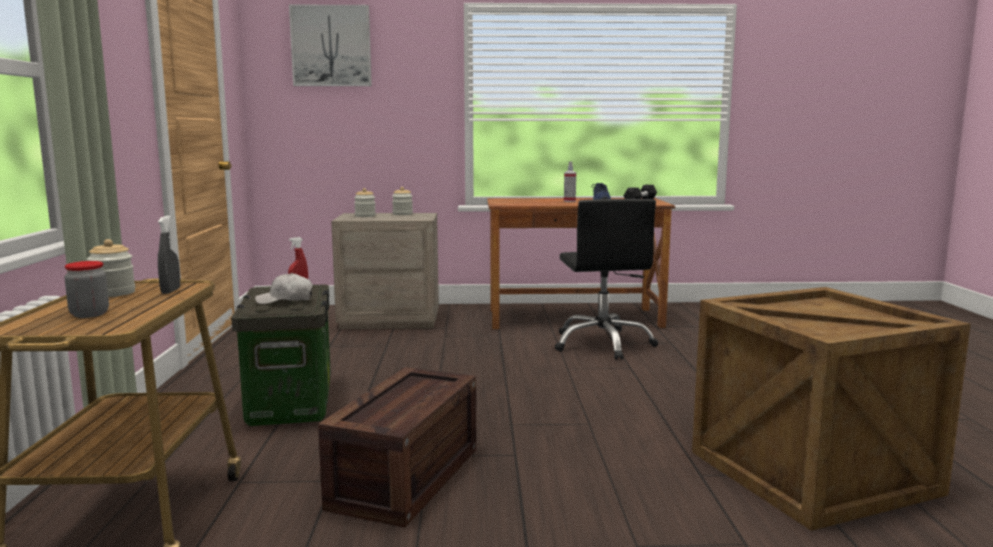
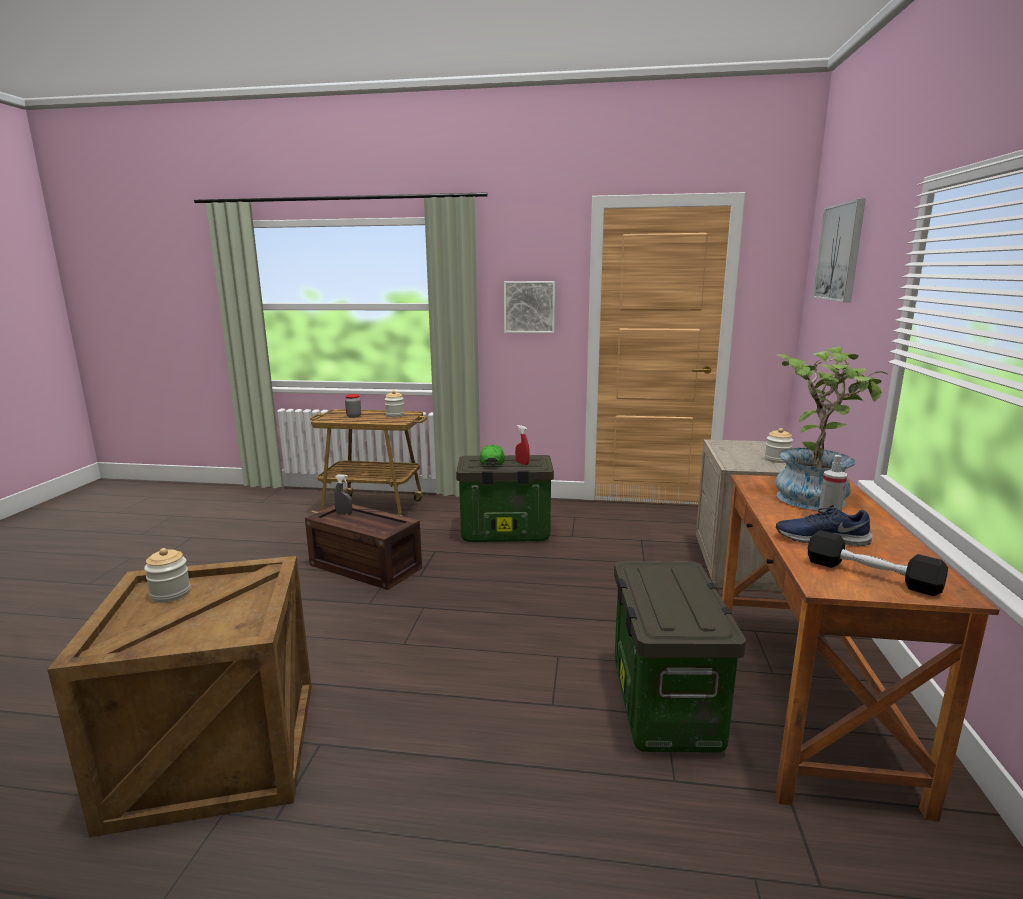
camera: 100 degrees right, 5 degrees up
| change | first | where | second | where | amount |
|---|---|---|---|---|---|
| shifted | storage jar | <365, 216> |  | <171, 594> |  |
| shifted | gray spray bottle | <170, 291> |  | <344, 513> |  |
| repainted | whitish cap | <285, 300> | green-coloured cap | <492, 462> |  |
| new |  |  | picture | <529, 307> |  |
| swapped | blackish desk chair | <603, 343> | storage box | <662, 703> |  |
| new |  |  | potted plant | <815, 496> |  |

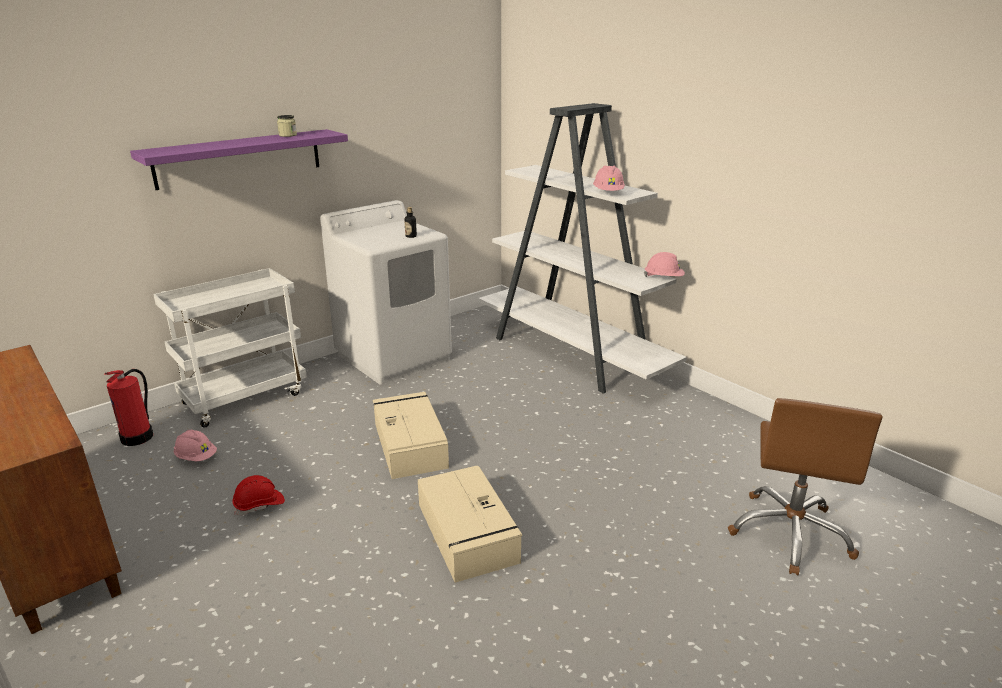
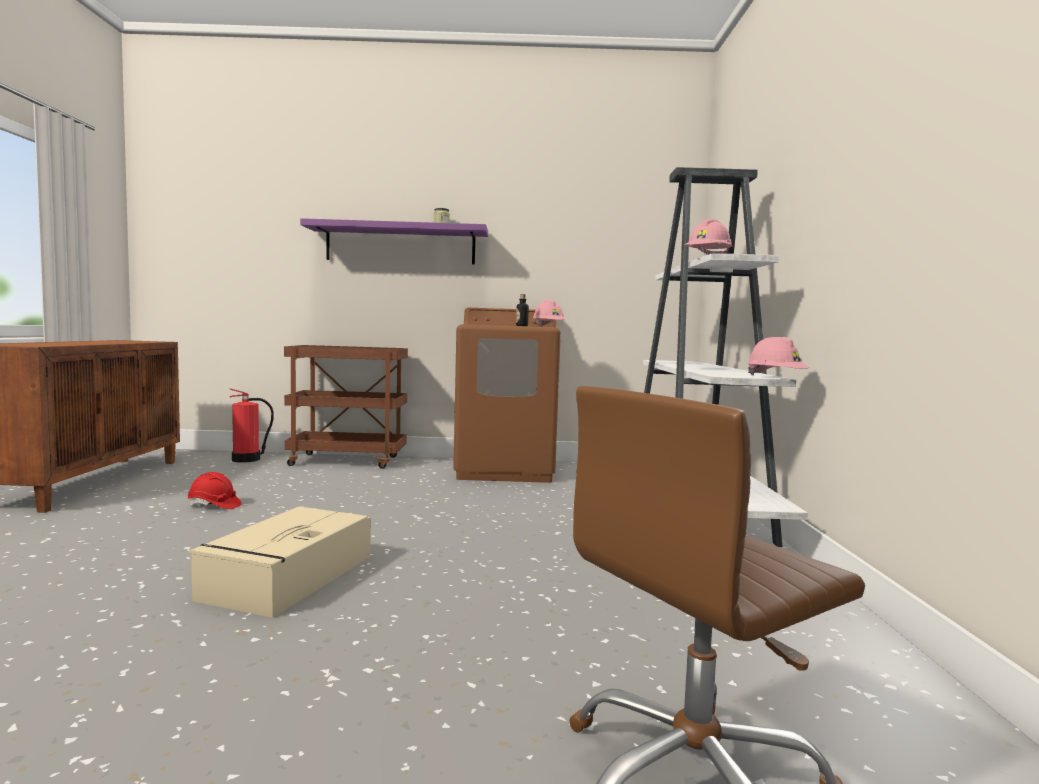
camera: 40 degrees right, 20 degrees down
| change | first | where | second | where | amount |
|---|---|---|---|---|---|
| repainted | whitish wheeled cart | <245, 397> | brown-coloured wheeled cart | <349, 461> |  |
| repainted | whitish washing machine | <394, 356> | brown-coloured washing machine | <506, 470> |  |
| shifted | pink safety helmet | <196, 457> |  | <548, 327> |  |
| gone | sand-coloured storage box | <410, 444> |  |  |  |

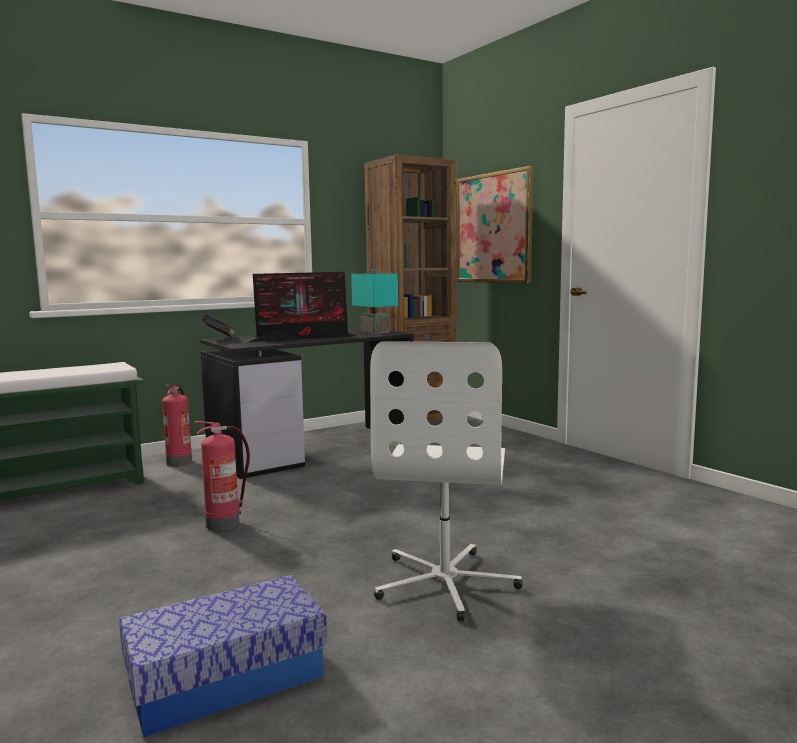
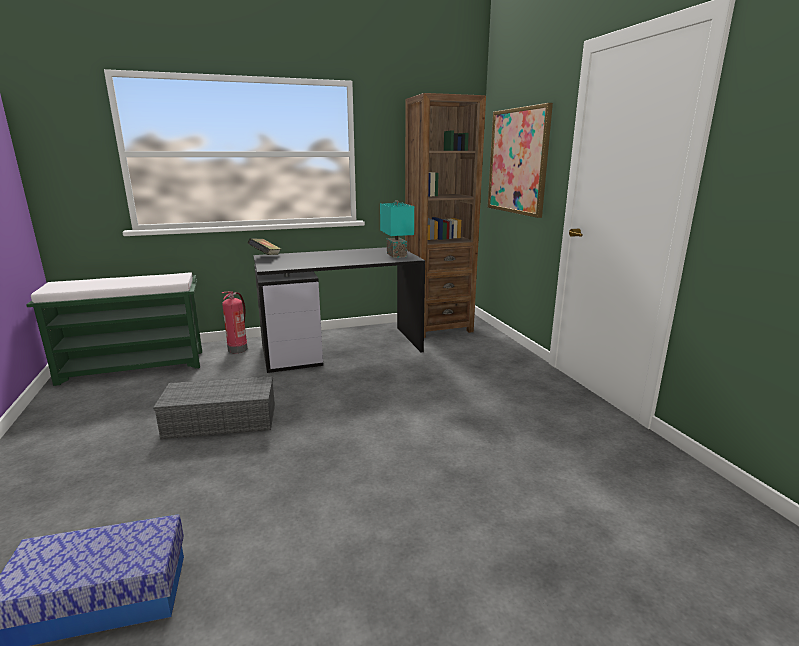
camera: 15 degrees right, 10 degrees up
| change | first | where | second | where | amount |
|---|---|---|---|---|---|
| swapped | fire-fighting cylinder | <224, 523> | gray storage box | <223, 420> |  |
| gone | computer screen | <303, 338> |  |  |  |
| gone | whitish desk chair | <446, 582> |  |  |  |

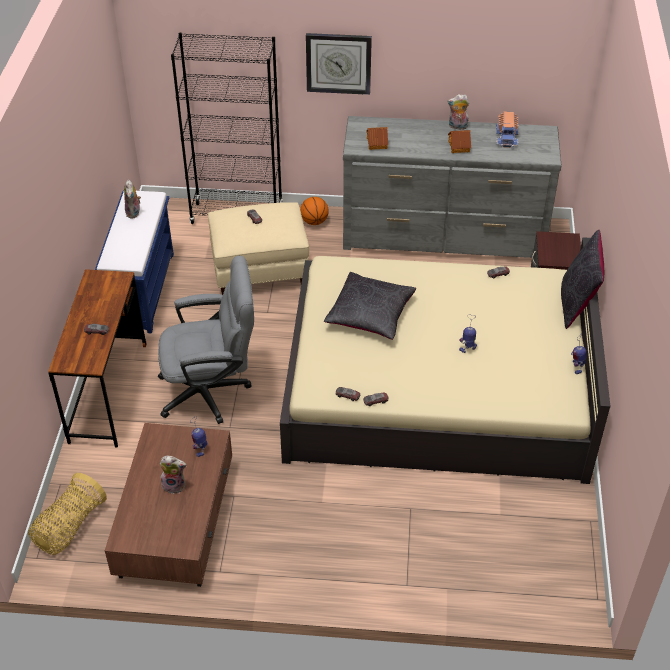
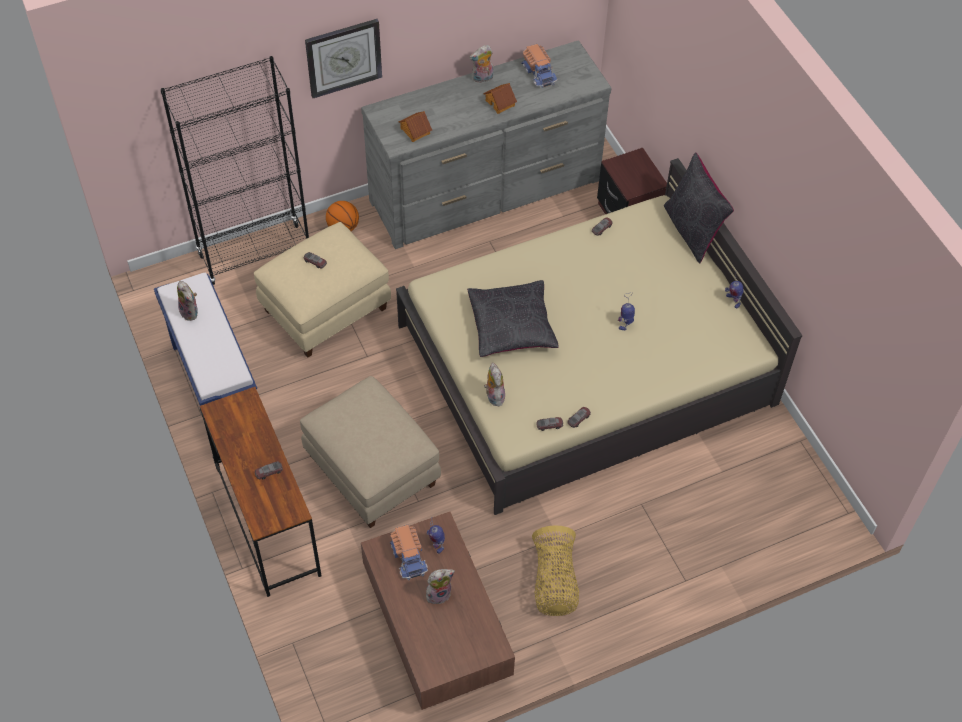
camera: 30 degrees left, 10 degrees up
| change | first | where | second | where | amount |
|---|---|---|---|---|---|
| swapped | gray desk chair | <212, 391> | sand-coloured ottoman | <373, 470> |  |
| new |  |  | toy lorry | <409, 557> |  |
| new |  |  | soft toy | <493, 396> |  |
| shifted | household basket | <69, 527> |  | <554, 582> |  |

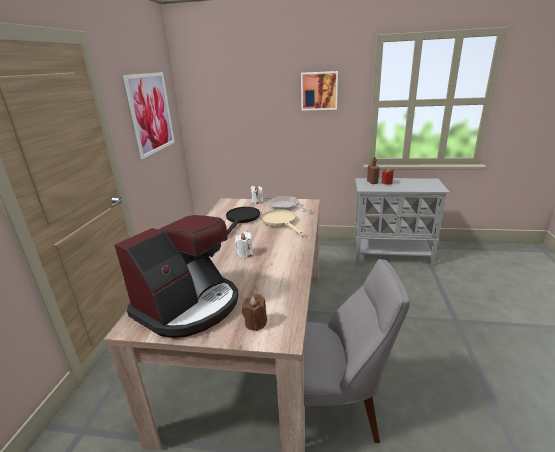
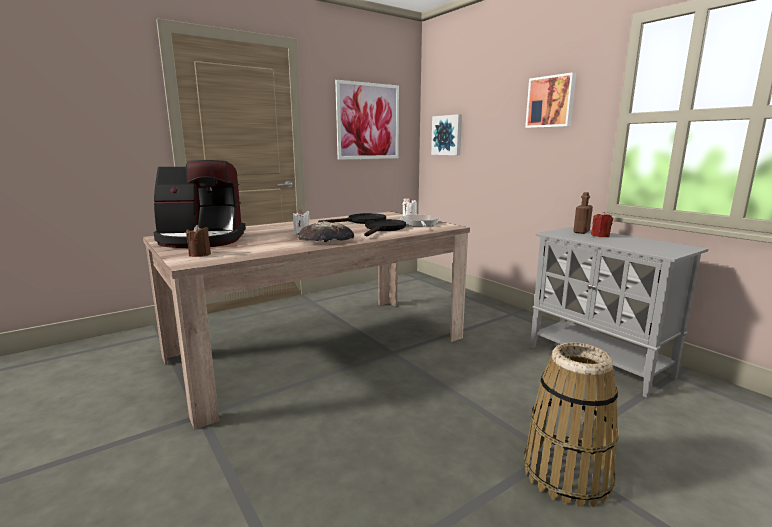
camera: 45 degrees right, 10 degrees down
| change | first | where | second | where | amount |
|---|---|---|---|---|---|
| new |  |  | bakery bread | <326, 239> |  |
| repainted | sand-coloured pan | <281, 222> | blackish pan | <383, 229> |  |
| new |  |  | picture | <447, 135> |  |
| new |  |  | household basket | <566, 474> |  |
| gone | gray plain chair | <331, 409> |  |  |  |

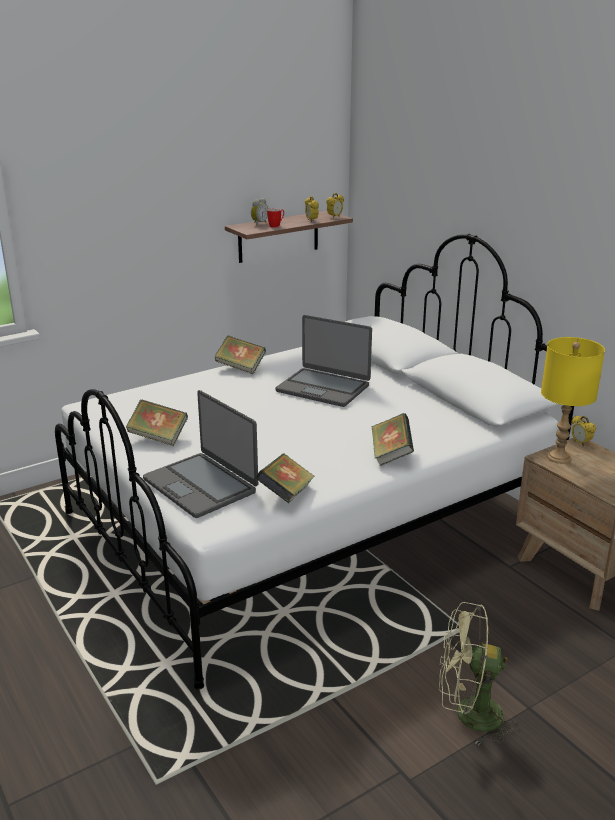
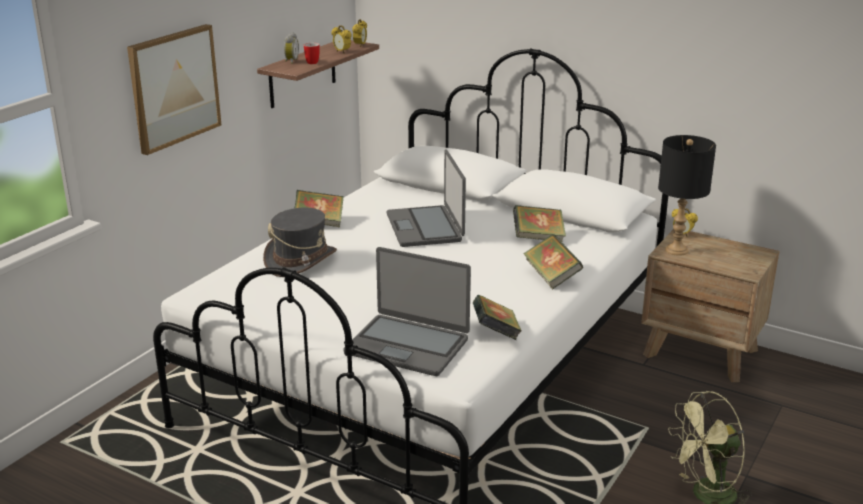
camera: 25 degrees left, 0 degrees up
| change | first | where | second | where | amount |
|---|---|---|---|---|---|
| new |  |  | picture | <174, 87> |  |
| new |  |  | gray clothing hat | <300, 261> |  |
| rotated | laptop | <323, 388> |  | <425, 227> | 75 degrees clockwise |
| shifted | book | <158, 437> |  | <538, 238> |  |
| repainted | yellow-coloured table lamp | <559, 458> | blackish table lamp | <677, 250> |  |

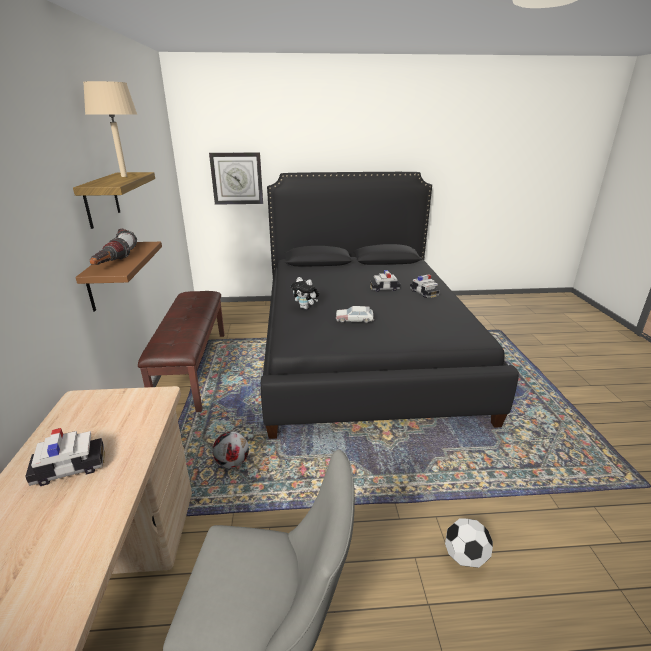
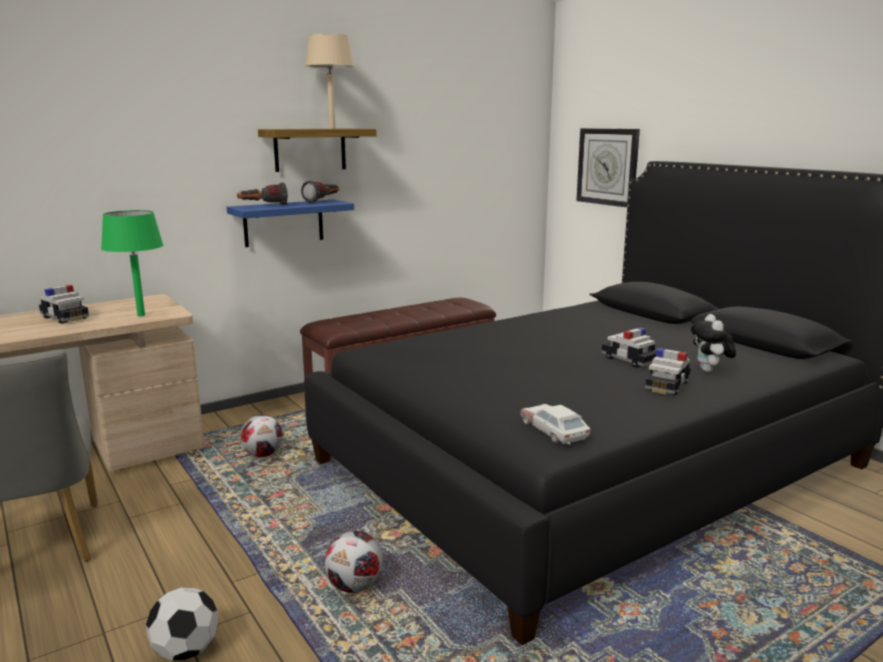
camera: 60 degrees right, 10 degrees down
| change | first | where | second | where | amount |
|---|---|---|---|---|---|
| new |  |  | green-coloured table lamp | <141, 315> |  |
| repainted | brown-coloured bracket shelf | <105, 276> | blue bracket shelf | <283, 223> |  |
| new |  |  | football | <355, 586> |  |
| shifted | model car | <354, 319> |  | <554, 431> |  |
| shifted | soft toy | <306, 308> |  | <710, 371> |  |

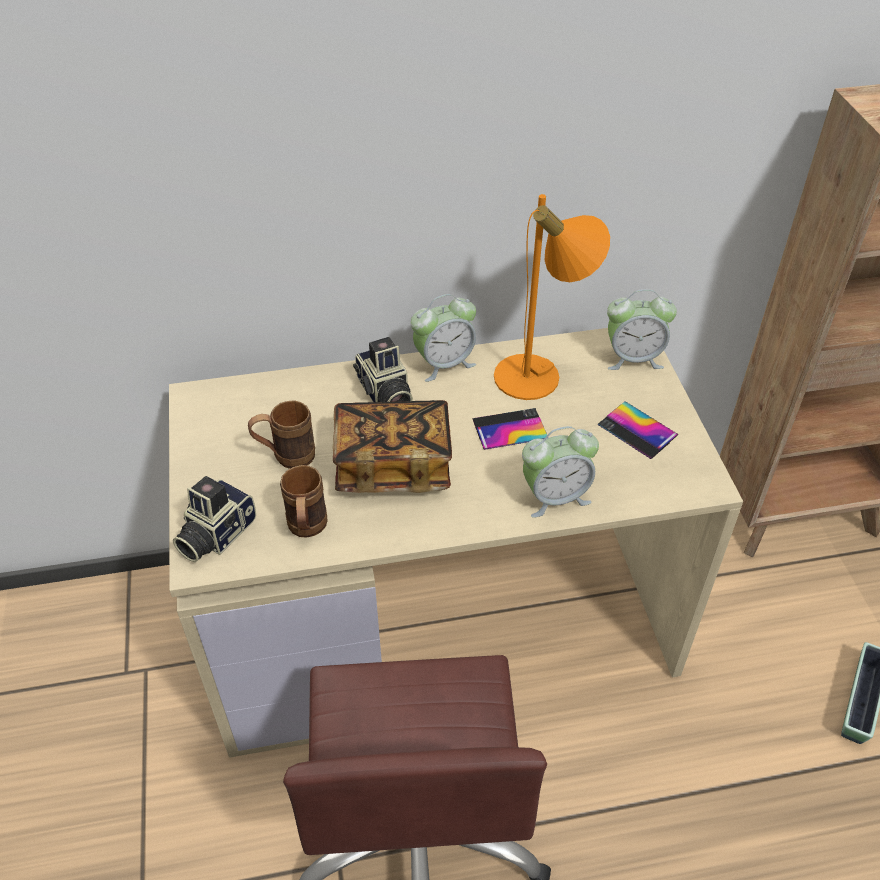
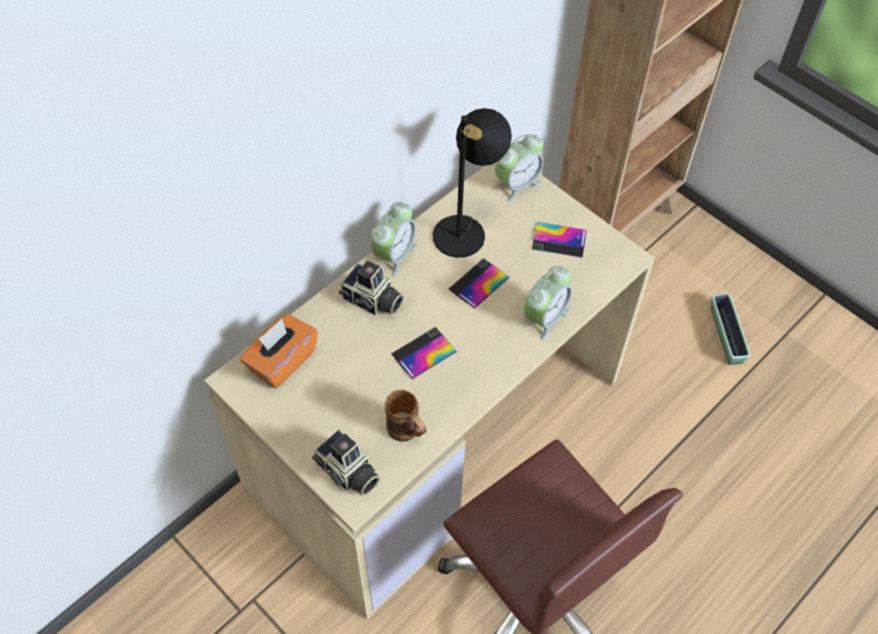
camera: 35 degrees left, 10 degrees up
| change | first | where | second | where | amount |
|---|---|---|---|---|---|
| new |  |  | orangey tissue box | <282, 361> |  |
| rotated | photo camera | <215, 534> |  | <347, 473> | 45 degrees counterclockwise |
| swapped | book | <393, 464> | handset | <424, 353> |  |
| repainted | orangey table lamp | <539, 375> | blackish table lamp | <466, 230> |  |
| gone | brown-coloured mug | <285, 457> |  |  |  |

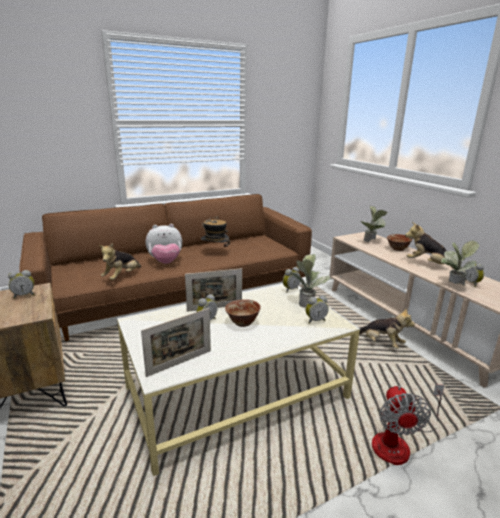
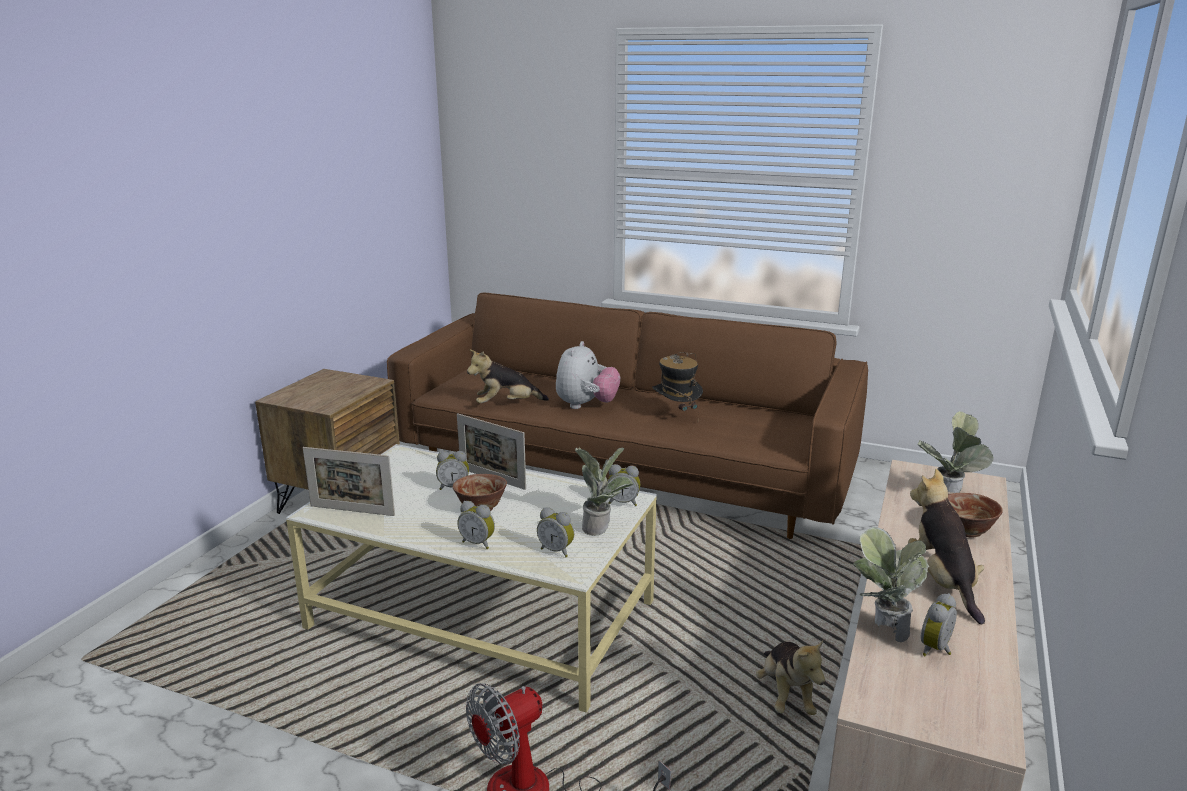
camera: 50 degrees right, 0 degrees up
| change | first | where | second | where | amount |
|---|---|---|---|---|---|
| shifted | bedside clock | <24, 295> |  | <478, 543> |  |
| rotated | soft toy | <165, 262> |  | <586, 405> | 105 degrees counterclockwise |

